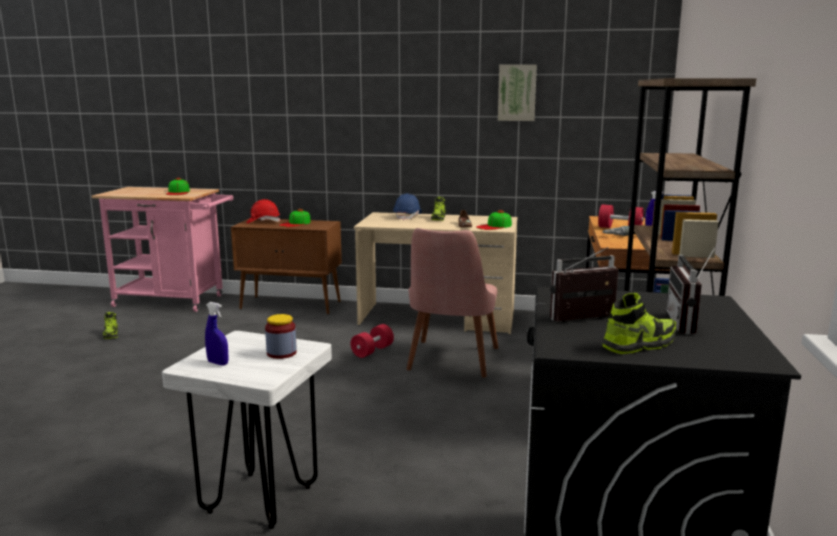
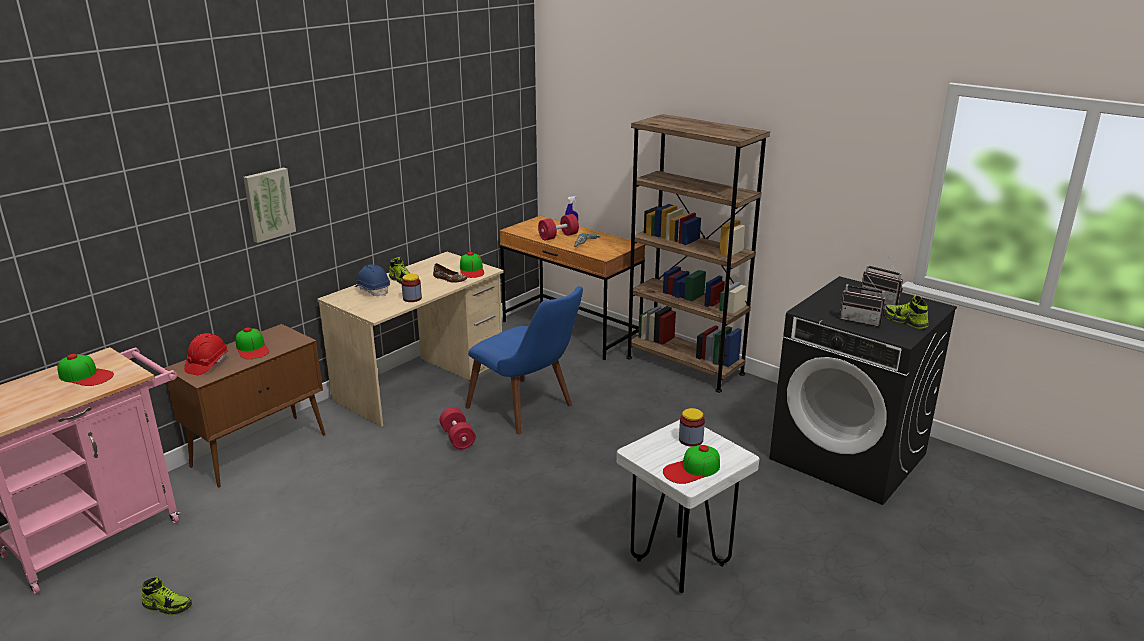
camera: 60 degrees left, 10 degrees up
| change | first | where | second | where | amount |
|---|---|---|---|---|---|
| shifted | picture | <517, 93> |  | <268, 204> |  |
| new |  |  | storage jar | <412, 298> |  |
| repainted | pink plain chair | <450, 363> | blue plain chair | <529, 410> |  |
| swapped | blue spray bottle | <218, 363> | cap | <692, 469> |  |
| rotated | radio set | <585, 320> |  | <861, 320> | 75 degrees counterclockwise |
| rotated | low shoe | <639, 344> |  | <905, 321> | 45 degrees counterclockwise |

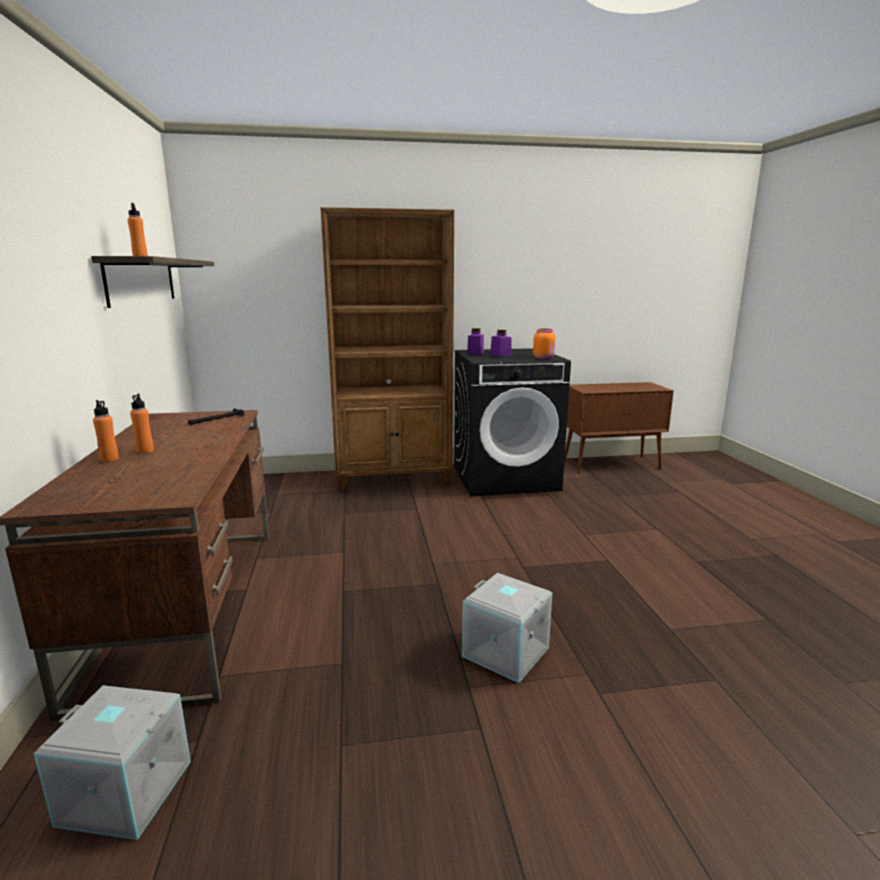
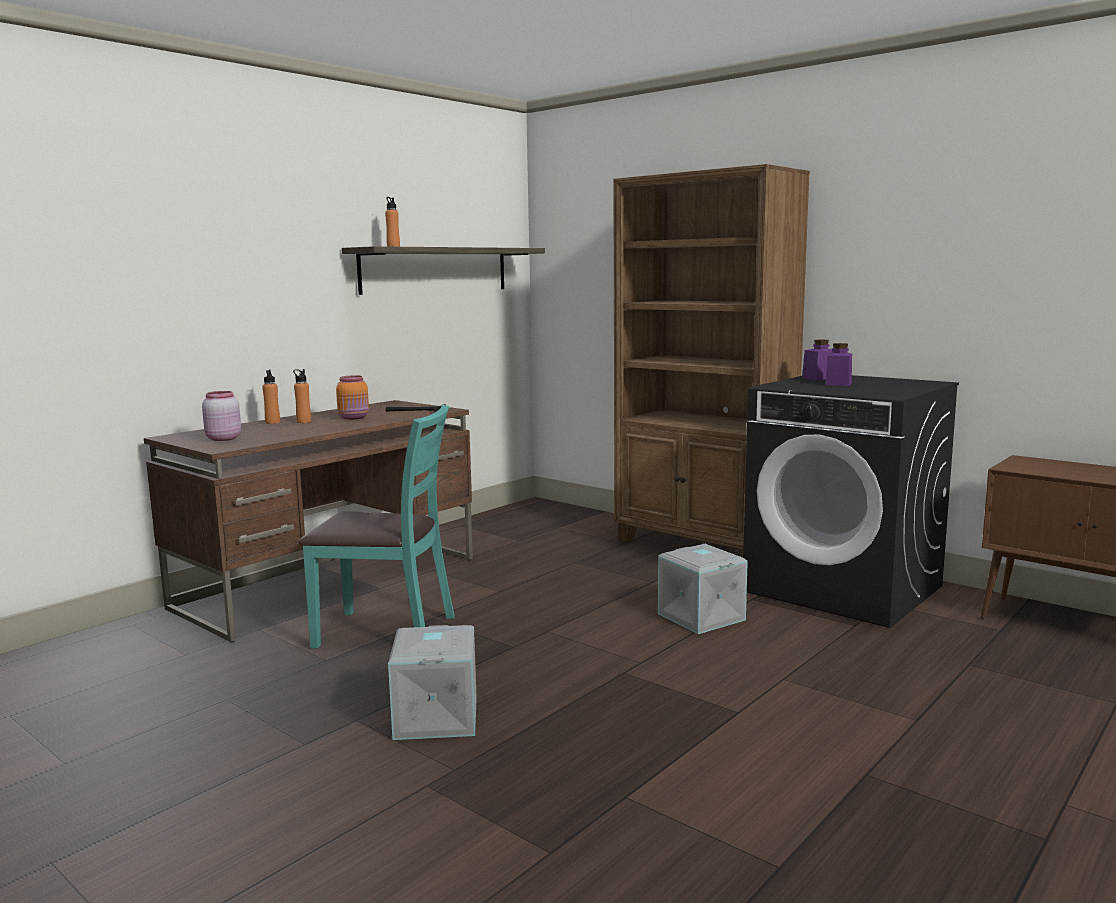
camera: 50 degrees right, 5 degrees down
| change | first | where | second | where | amount |
|---|---|---|---|---|---|
| new |  |  | pink storage jar | <222, 439> |  |
| new |  |  | blue-green plain chair | <387, 632> |  |
| shifted | orangey storage jar | <544, 358> |  | <354, 418> |  |
| shifted | gray storage box | <123, 794> |  | <699, 617> |  |

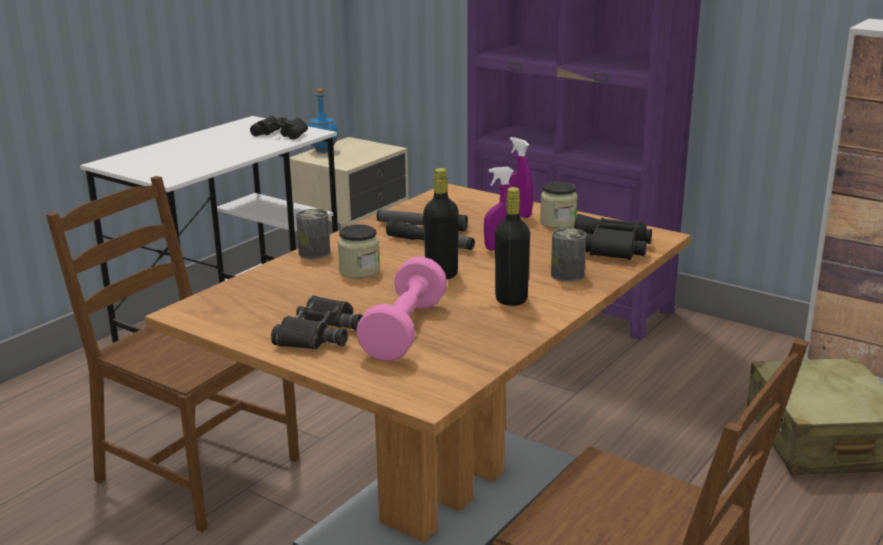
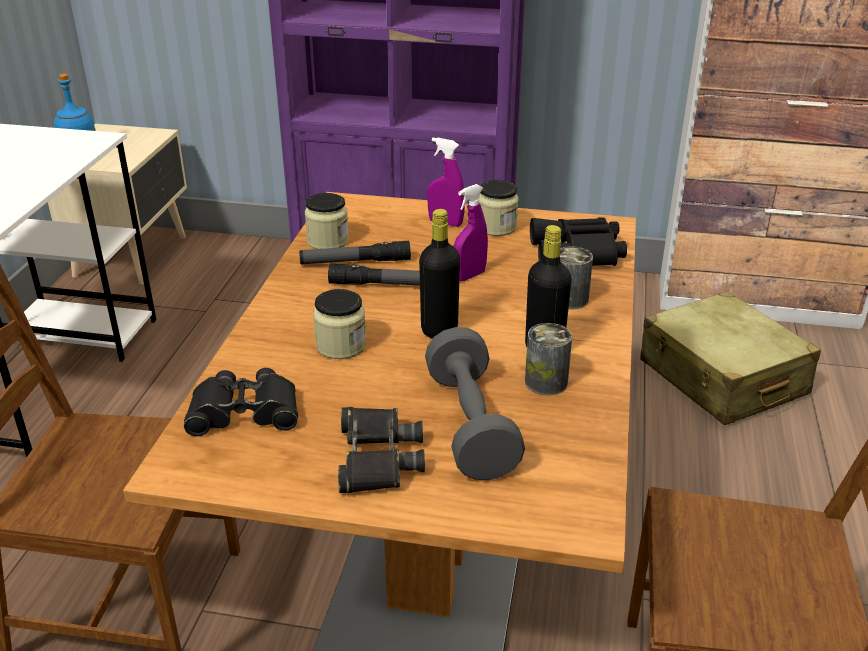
camera: 25 degrees left, 10 degrees up
| change | first | where | second | where | amount |
|---|---|---|---|---|---|
| shifted | blackish field glasses | <281, 134> |  | <244, 412> |  |
| new |  |  | storage jar | <328, 241> |  |
| repainted | pink free weight | <404, 330> | gray free weight | <470, 425> |  |
| shifted | can | <314, 253> |  | <546, 382> |  |

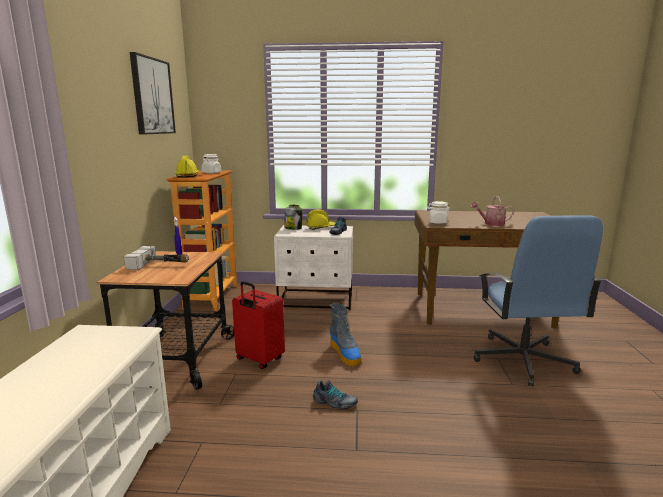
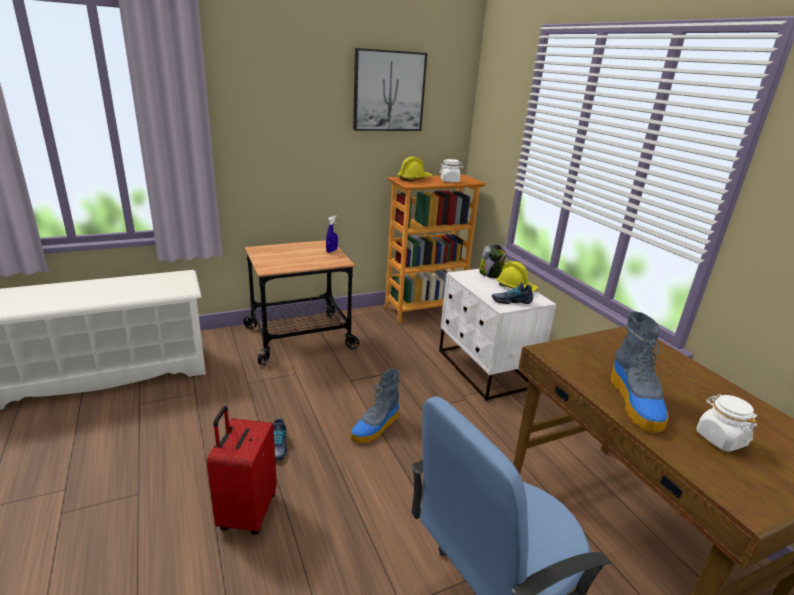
camera: 60 degrees right, 10 degrees up
| change | first | where | second | where | amount |
|---|---|---|---|---|---|
| shifted | red-coloured piece of luggage | <259, 360> |  | <246, 512> |  |
| swapped | sprinkling can | <491, 223> | high-top boot | <636, 403> |  |
| shifted | whitish storage jar | <437, 222> |  | <720, 439> |  |
| gone | hammer | <160, 264> |  |  |  |

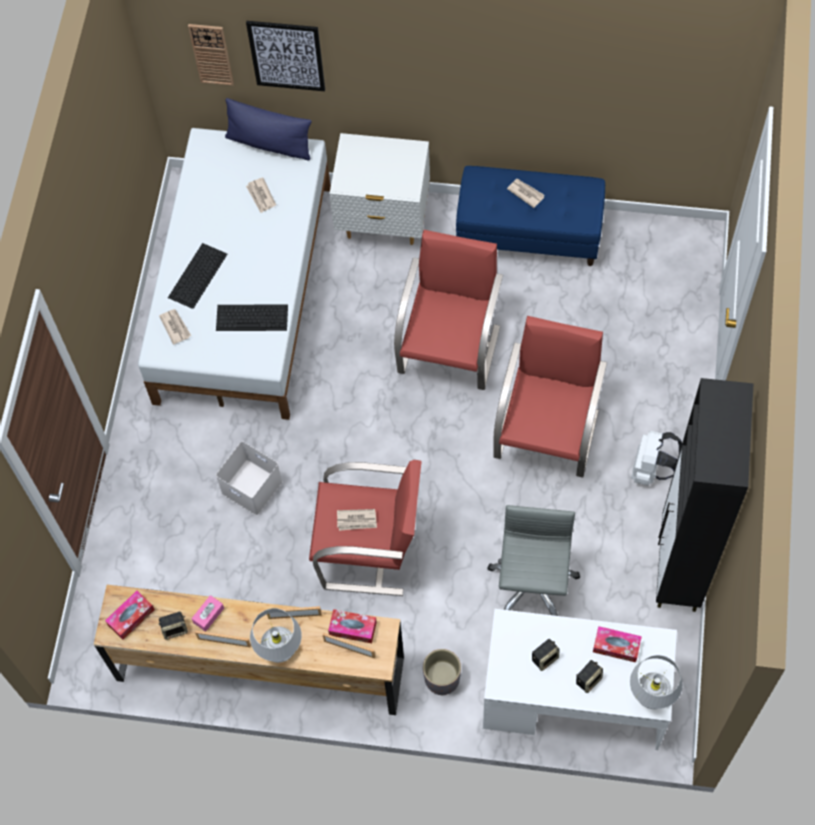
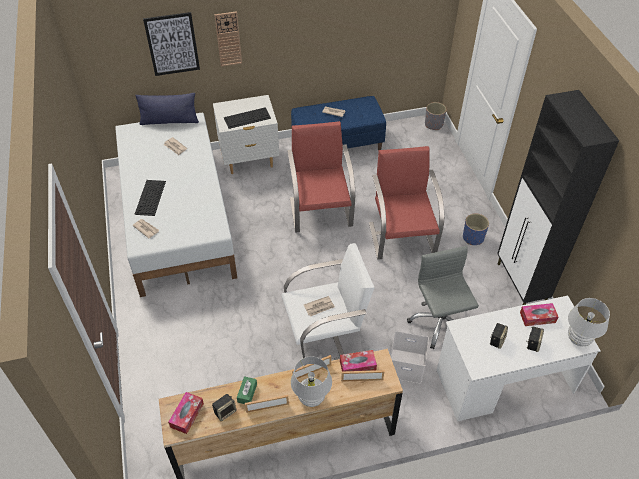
camera: 25 degrees left, 15 degrees down
| change | first | where | second | where | amount |
|---|---|---|---|---|---|
| shifted | clock on the wall | <211, 54> |  | <228, 39> |  |
| shifted | PC keyboard | <252, 317> |  | <247, 117> |  |
| repainted | pink tissue box | <208, 615> | green-coloured tissue box | <247, 393> |  |
| repainted | red-coloured easy chair | <369, 549> | whitish easy chair | <325, 336> |  |
| shifted | whitish storage box | <250, 487> |  | <405, 366> |  |
| shifted | gray planter | <442, 678> |  | <433, 124> |  |
| swapped | whitish backpack | <651, 469> | blue planter | <473, 238> |  |

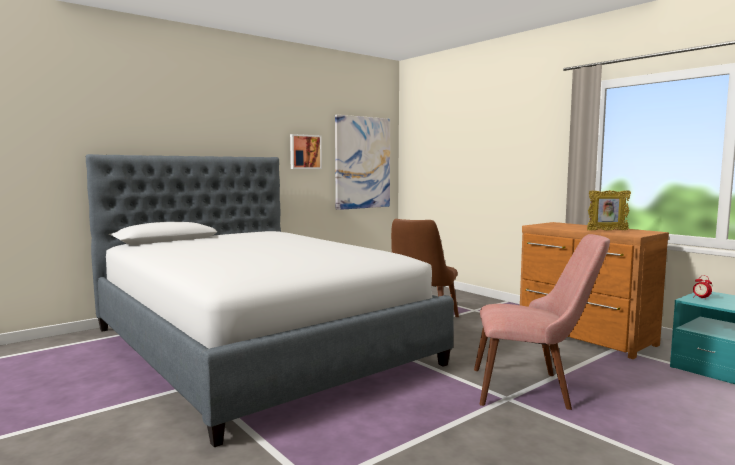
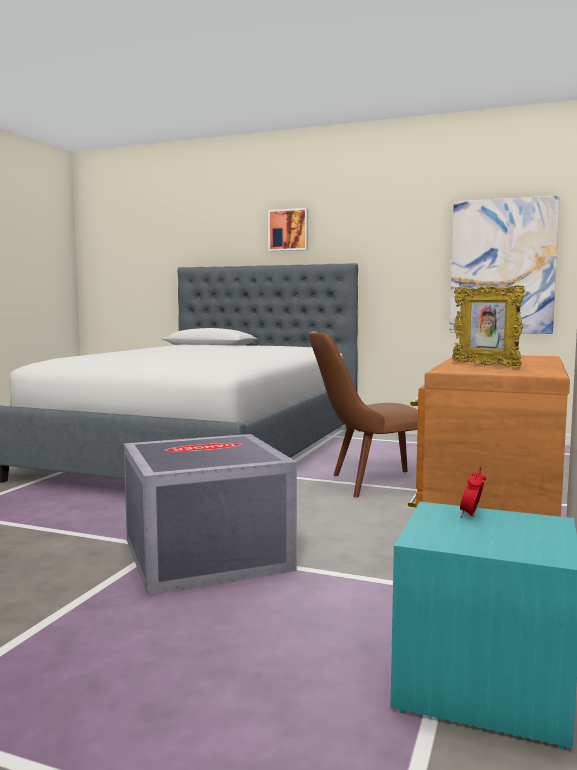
camera: 60 degrees right, 0 degrees up
| change | first | where | second | where | amount |
|---|---|---|---|---|---|
| swapped | pink plain chair | <534, 389> | gray storage box | <204, 555> |  |
| shifted | picture | <305, 152> |  | <289, 230> |  |

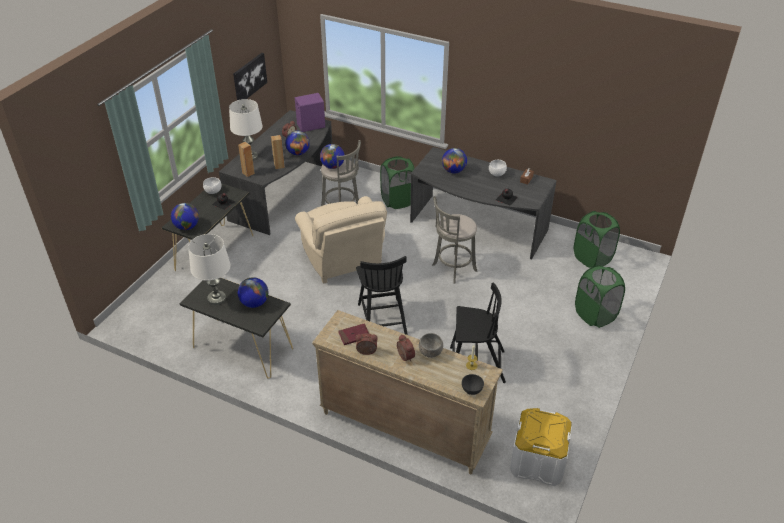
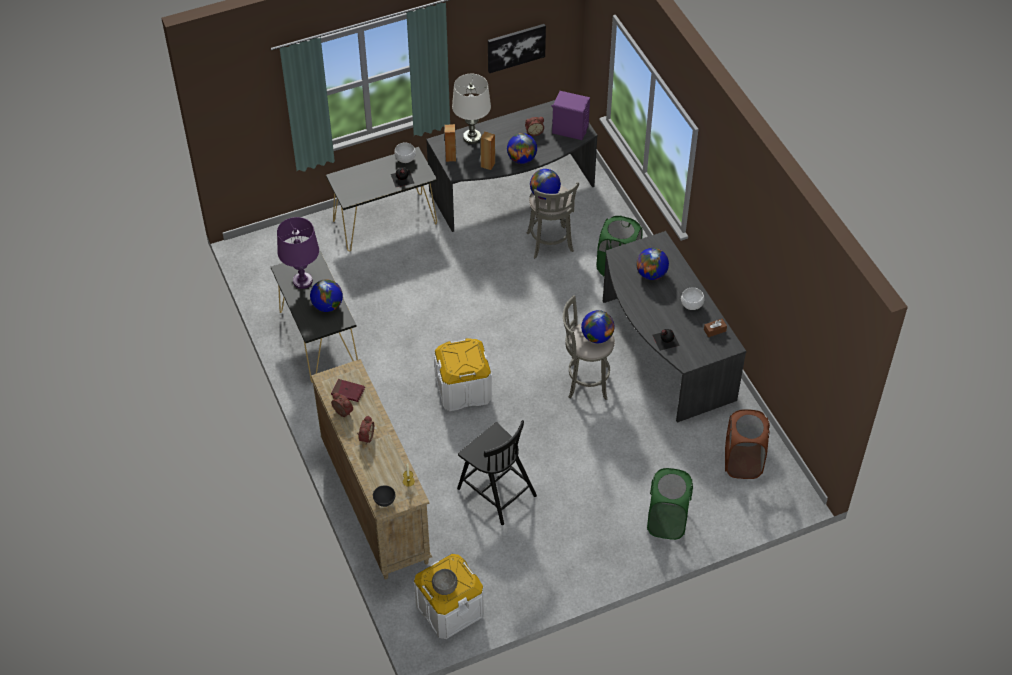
camera: 40 degrees right, 10 degrees up
| change | first | where | second | where | amount |
|---|---|---|---|---|---|
| repainted | whitish table lamp | <216, 298> | purple table lamp | <302, 281> |  |
| shifted | gray bowl | <430, 352> |  | <444, 587> |  |
| swapped | blackish plain chair | <382, 318> | whitish storage box | <463, 389> |  |
| shifted | world globe | <187, 227> |  | <597, 337> |  |
| repainted | green-coloured washing basket | <592, 258> | brown-coloured washing basket | <742, 462> |  |
| gone | sand-coloured easy chair | <343, 260> |  |  |  |

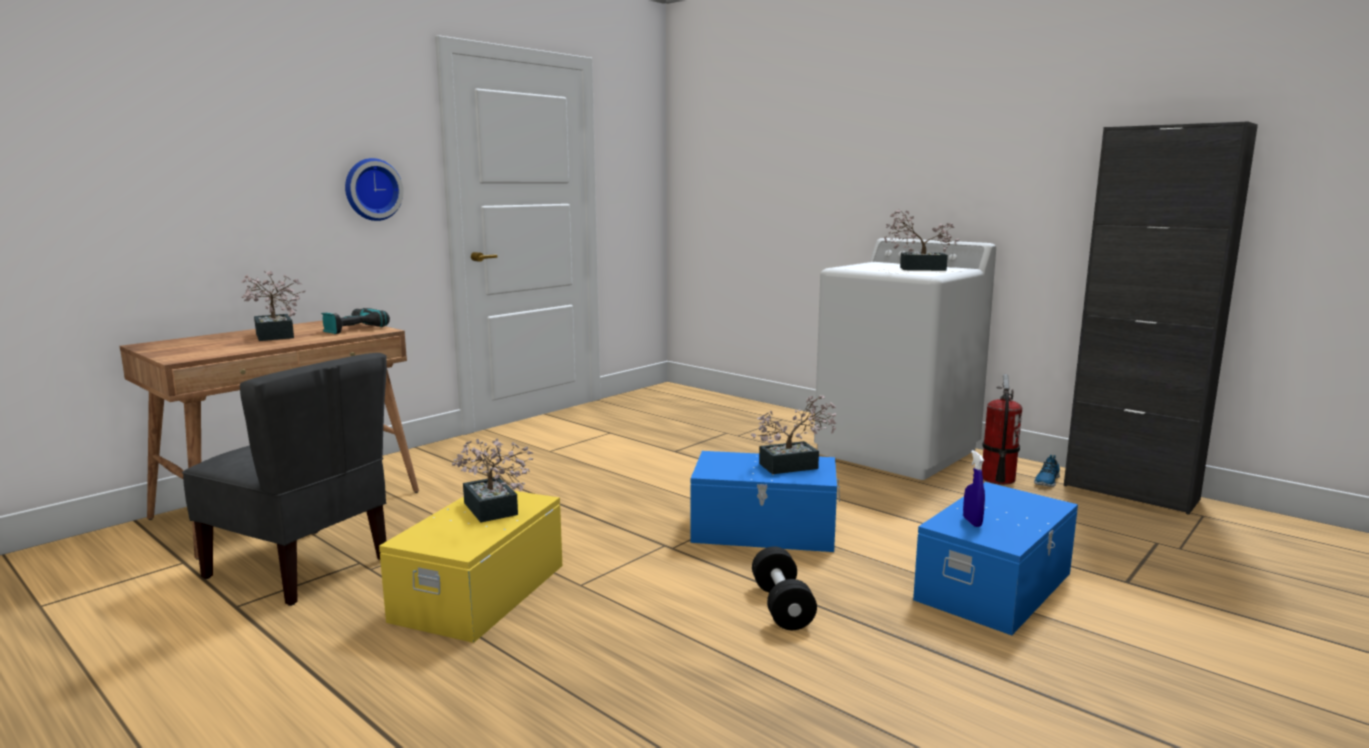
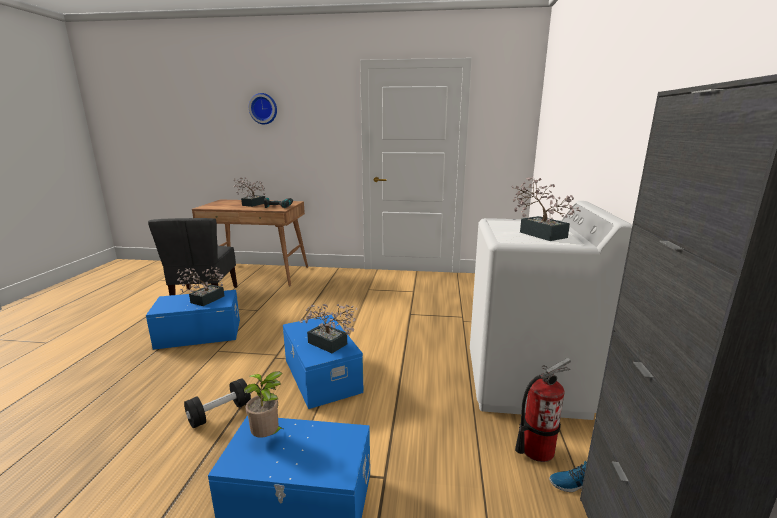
camera: 55 degrees right, 5 degrees up
| change | first | where | second | where | amount |
|---|---|---|---|---|---|
| repainted | yellow-coloured storage box | <477, 592> | blue storage box | <199, 333> |  |
| swapped | blue spray bottle | <972, 522> | potted plant | <268, 437> |  |
| shifted | clock on the wall | <372, 189> |  | <263, 109> |  |

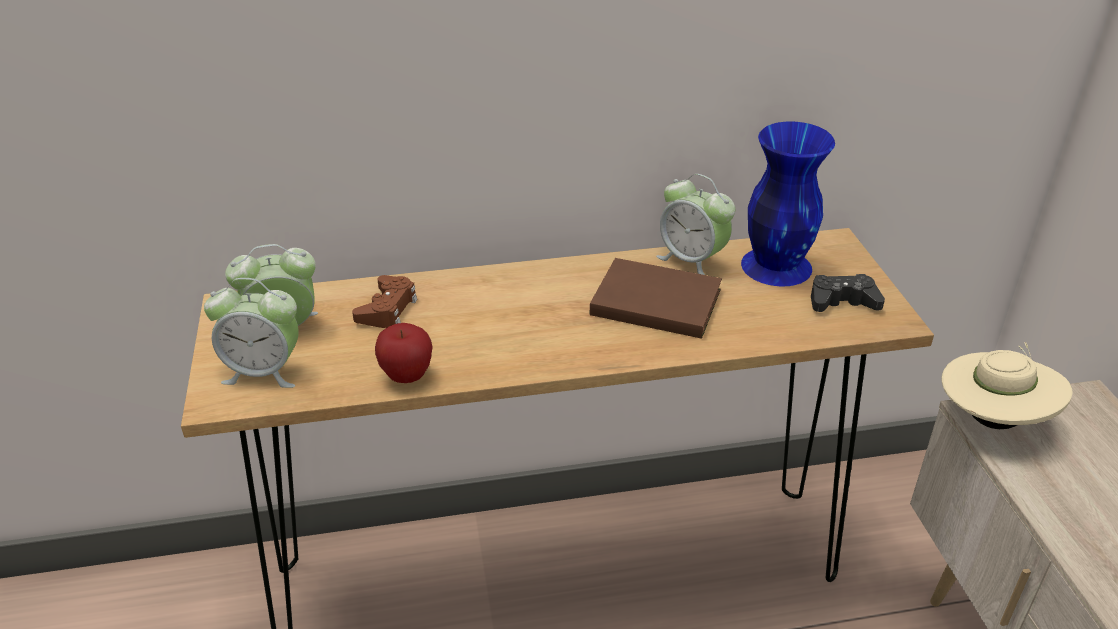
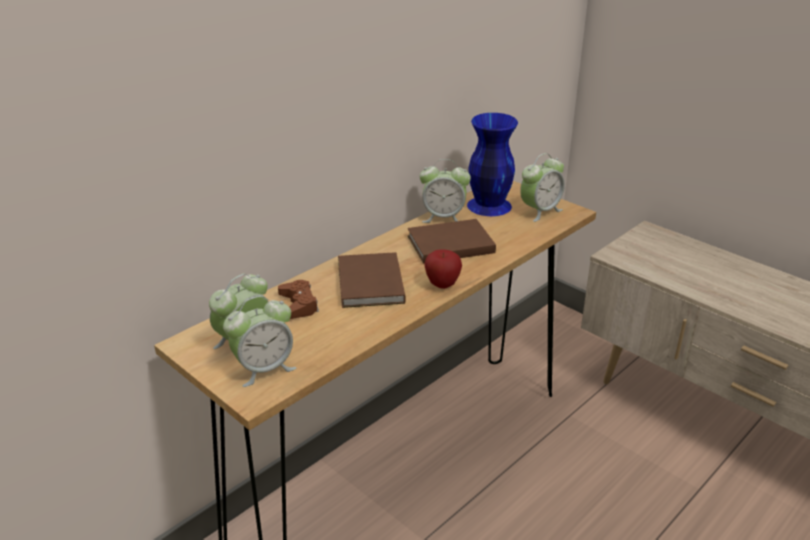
camera: 35 degrees left, 5 degrees down
| change | first | where | second | where | amount |
|---|---|---|---|---|---|
| new |  |  | brown-coloured book | <369, 284> |  |
| shifted | whole apple | <407, 376> |  | <442, 285> |  |
| swapped | blackish gamepad | <842, 301> | bedside clock | <540, 211> |  |
| gone | sand-coloured clothing hat | <992, 419> |  |  |  |

